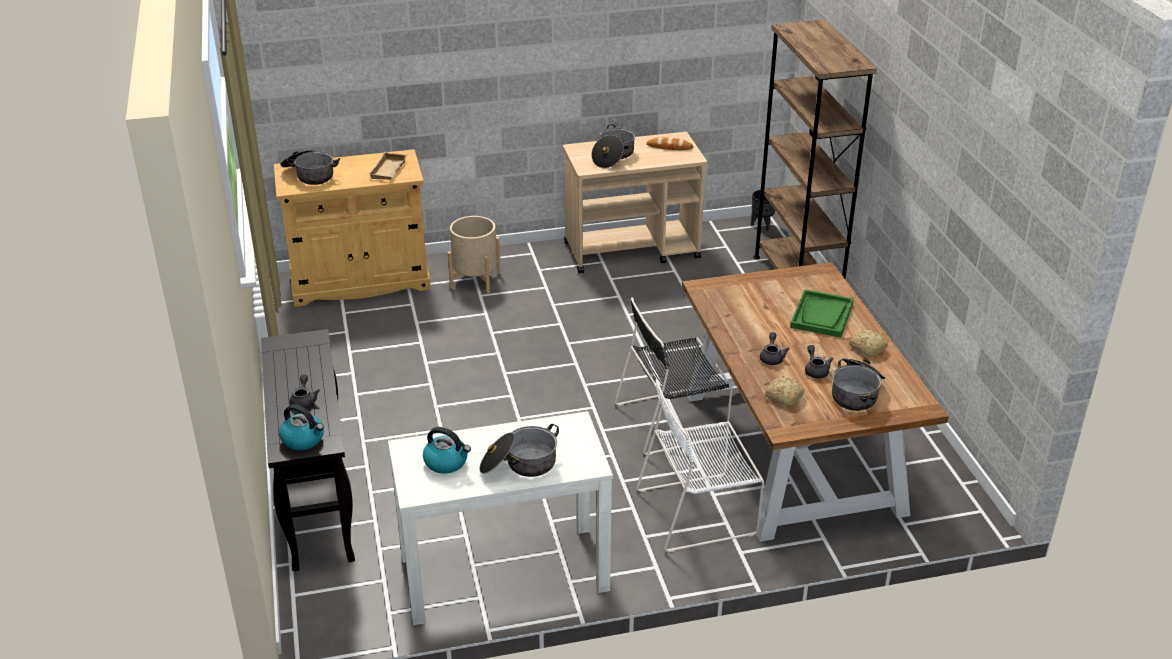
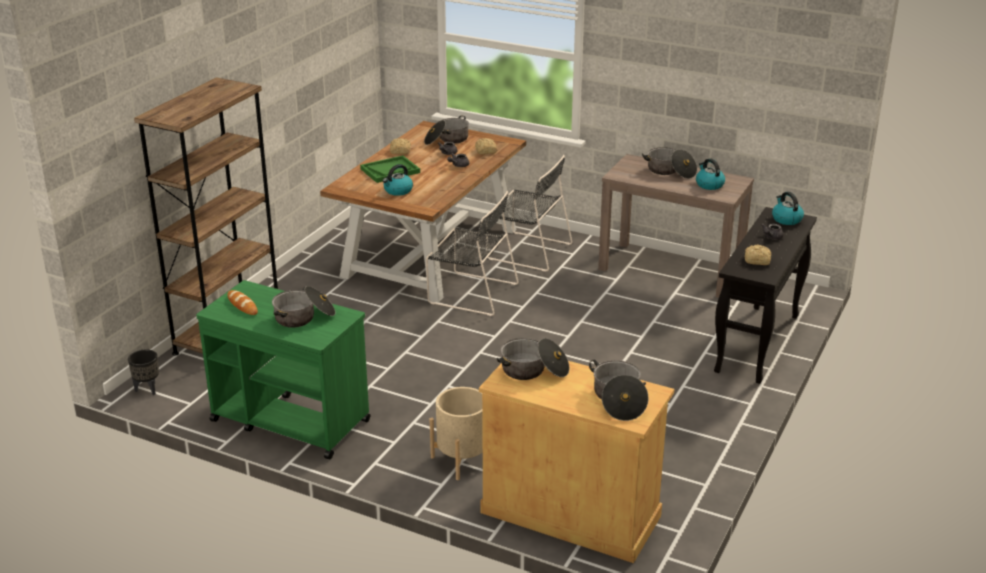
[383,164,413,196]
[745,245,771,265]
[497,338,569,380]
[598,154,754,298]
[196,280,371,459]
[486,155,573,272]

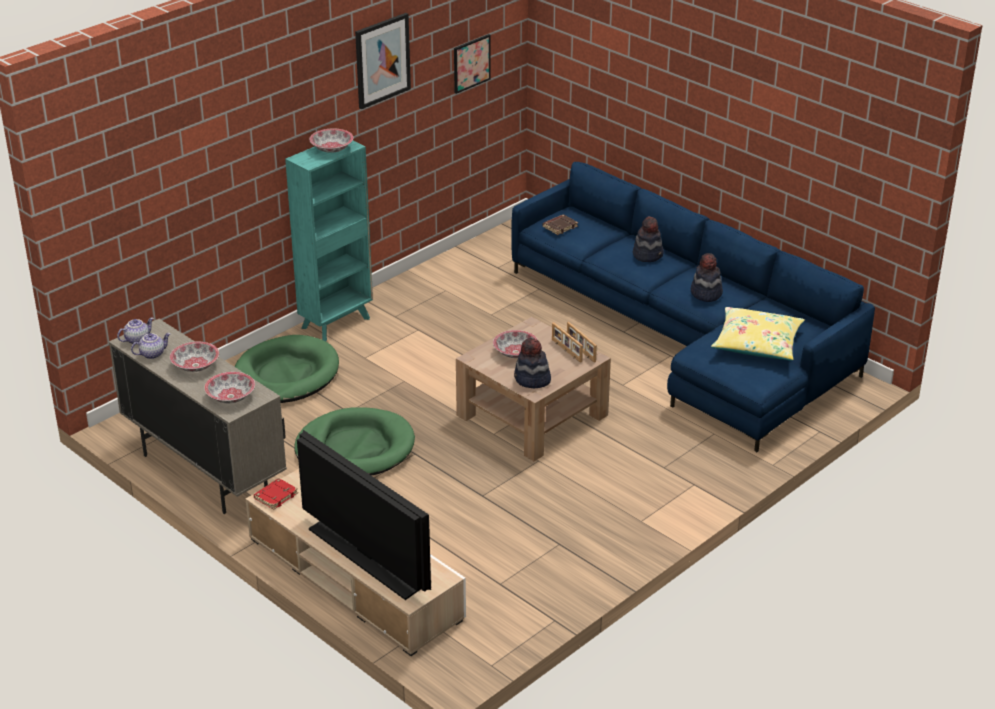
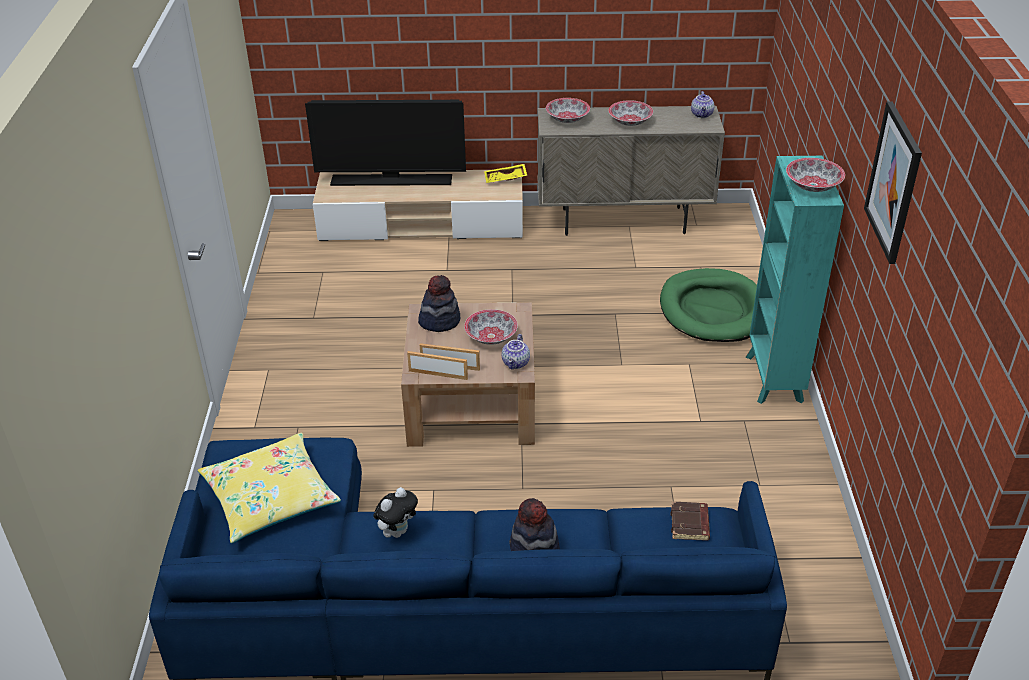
[294,407,415,476] (first image)
[454,34,491,94] (first image)
[502,334,530,370]
[484,164,527,183]
[373,487,418,538]

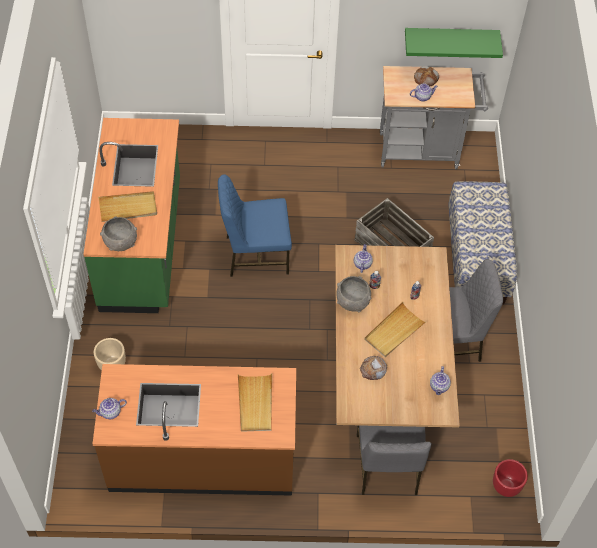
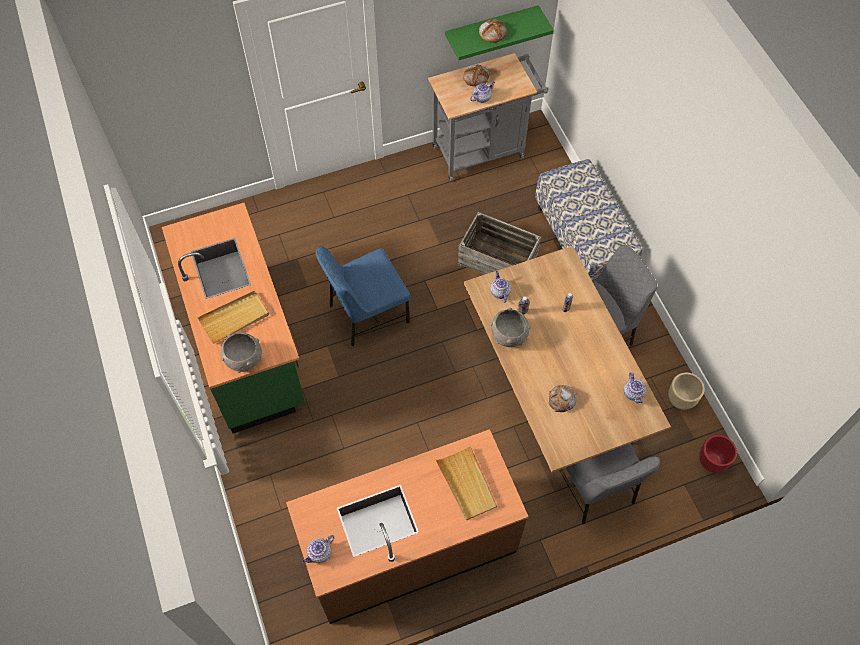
[364,302,427,357] (first image)
[479,19,507,43]
[668,373,705,410]

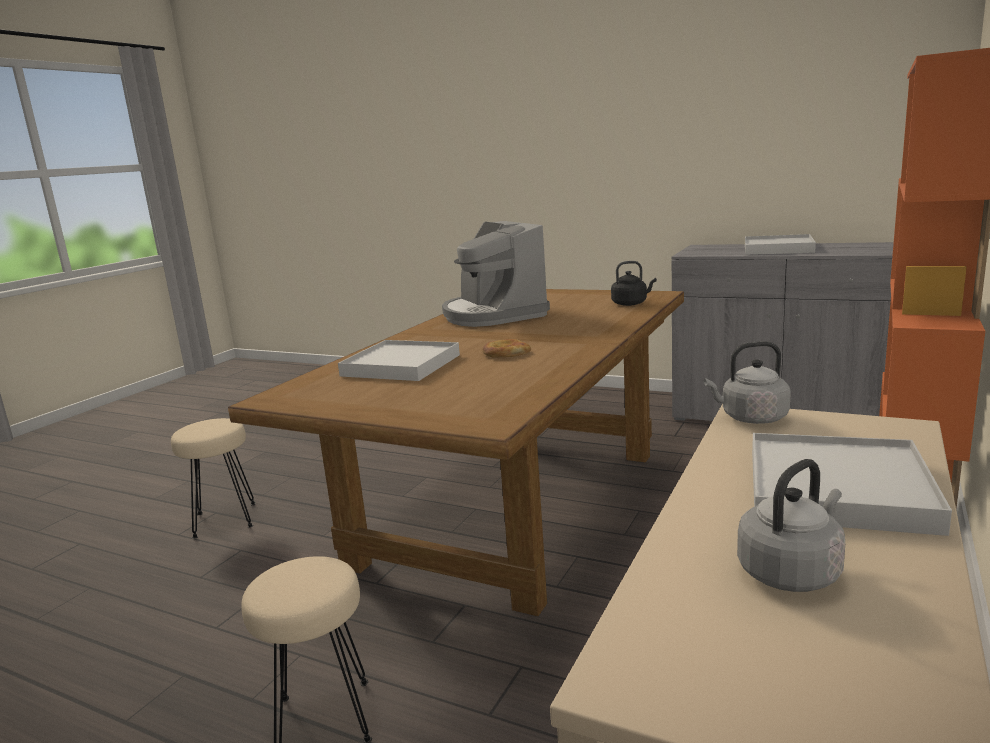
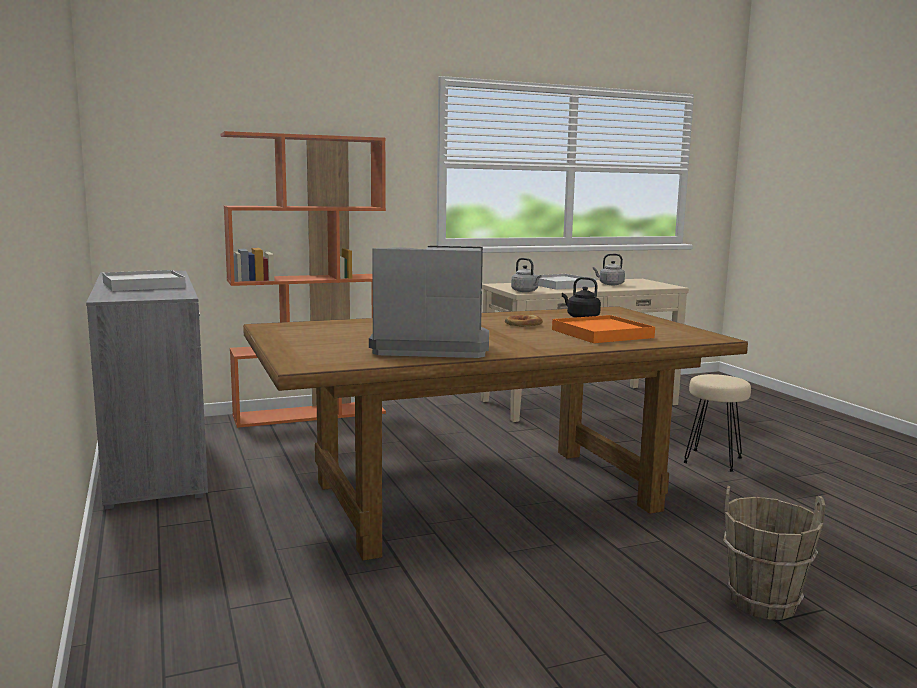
[562,277,601,318]
[723,486,826,620]
[552,315,655,343]
[369,246,489,358]

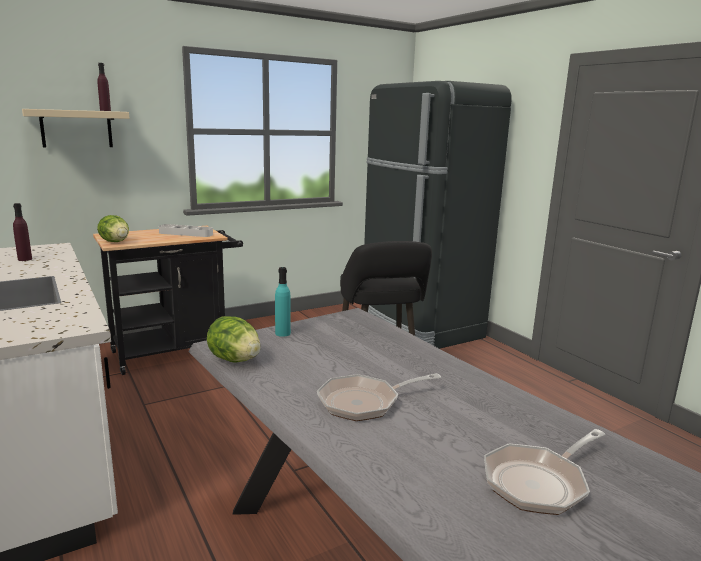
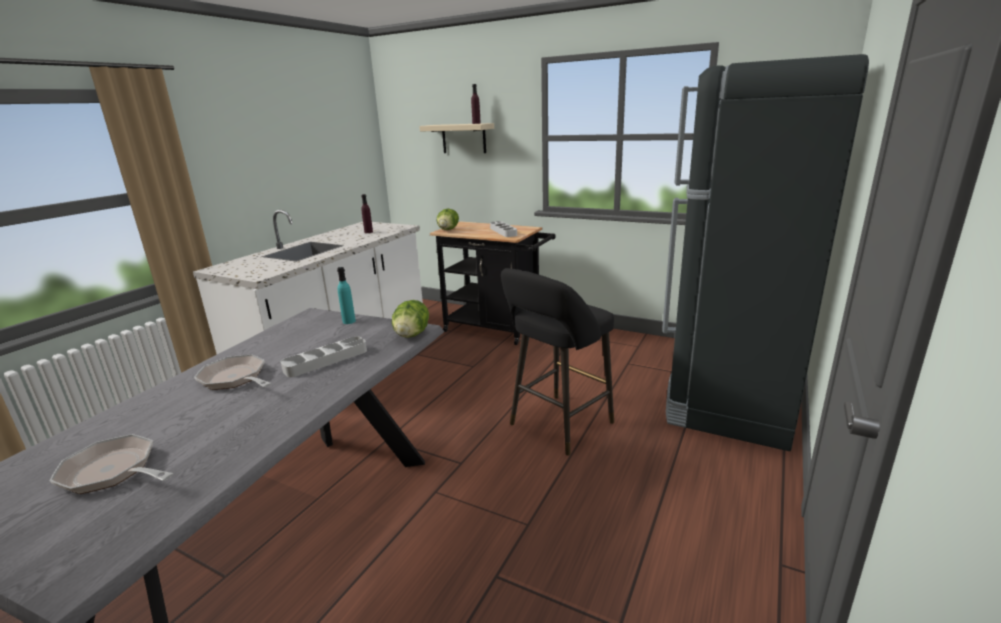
[281,336,367,377]
[392,300,429,338]

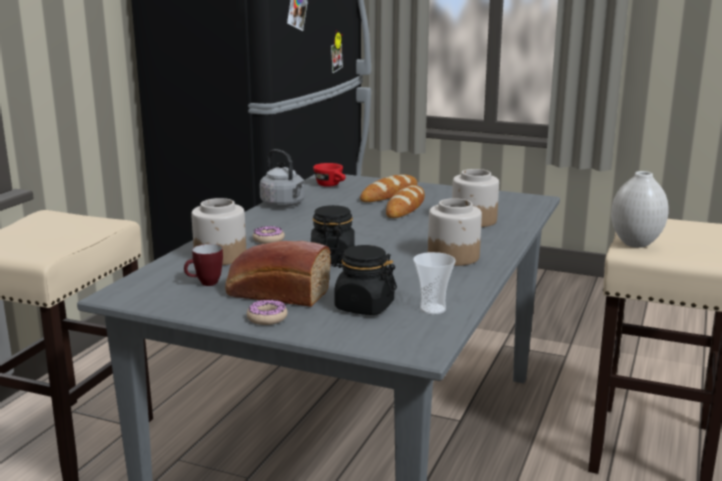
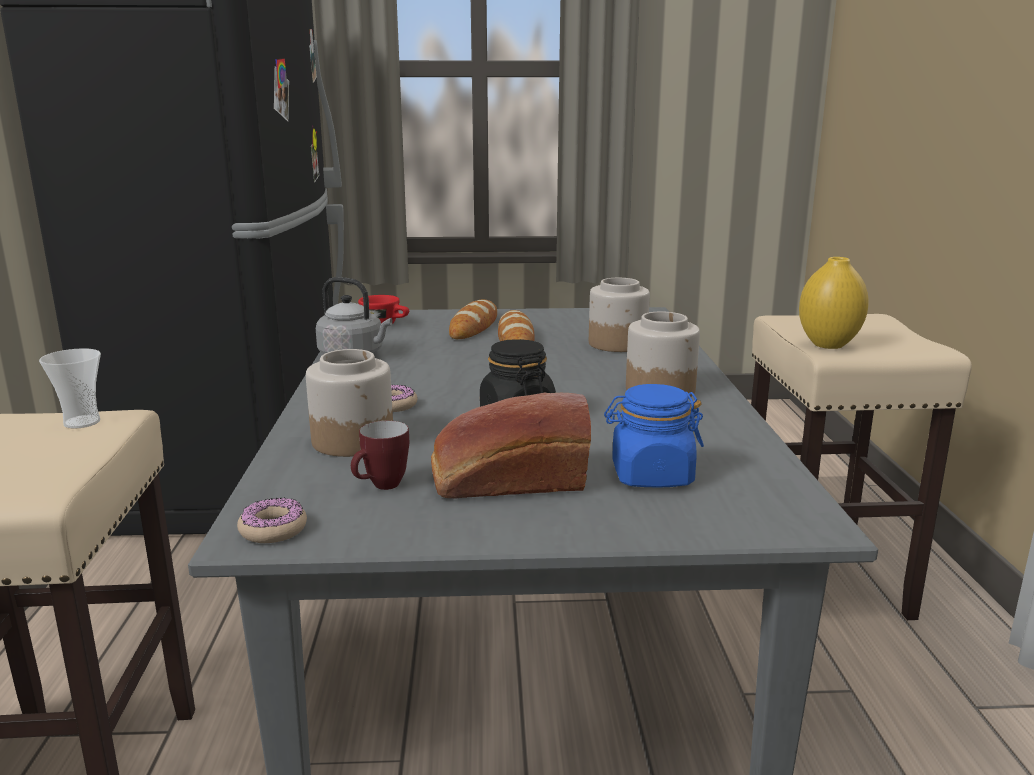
[237,497,307,543]
[39,349,101,428]
[604,384,704,488]
[799,257,869,349]

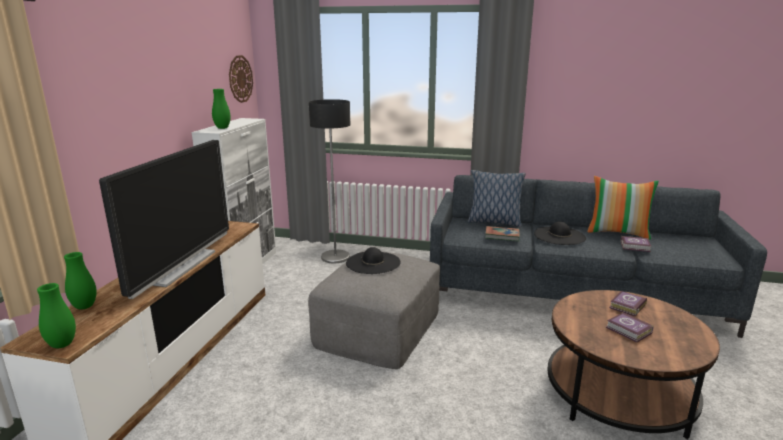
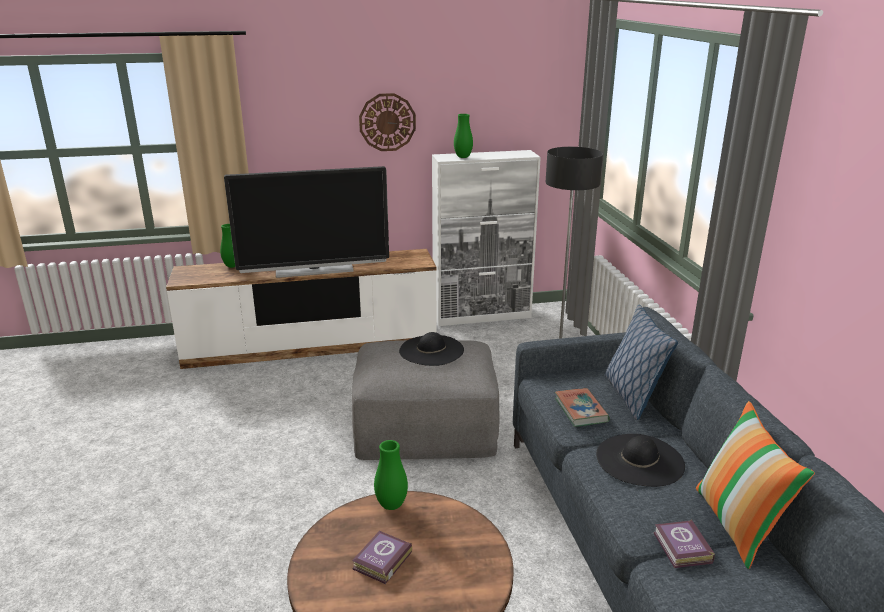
[609,291,647,317] (first image)
[374,440,408,510]
[359,93,416,151]

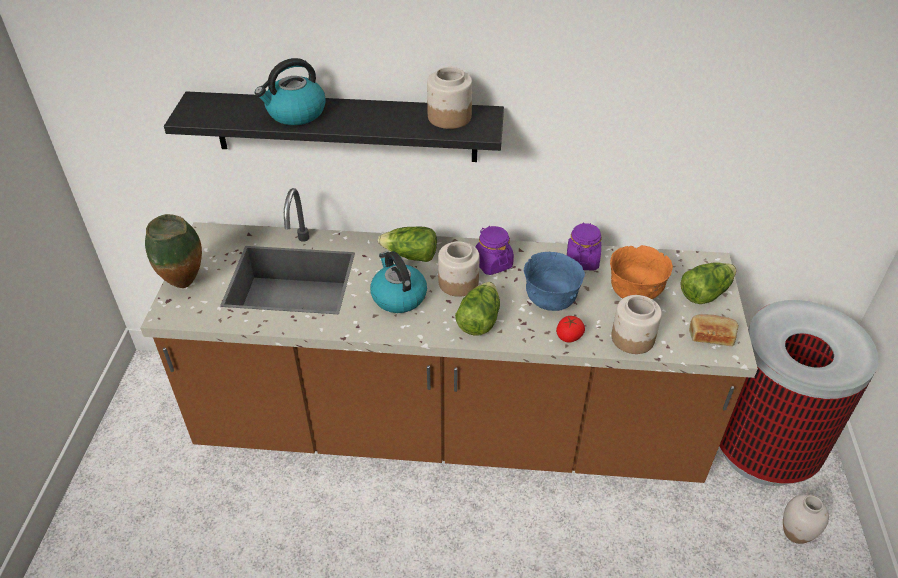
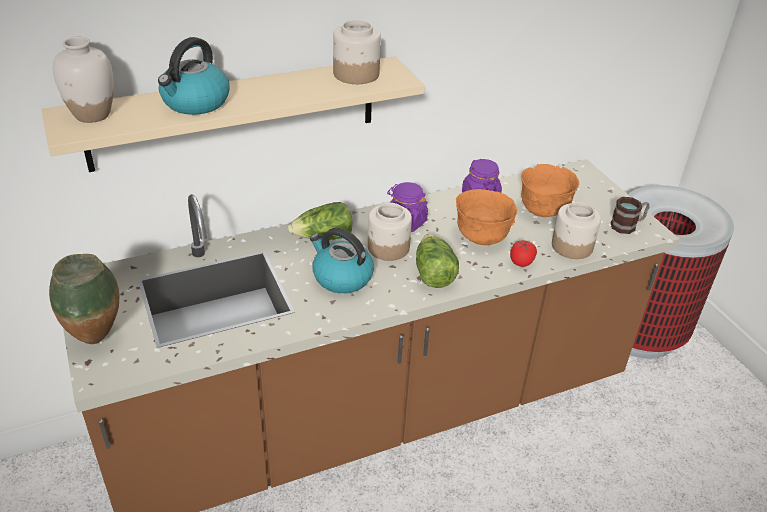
[680,262,736,304] (first image)
[53,37,114,123]
[611,197,649,234]
[41,56,425,172]
[456,189,517,245]

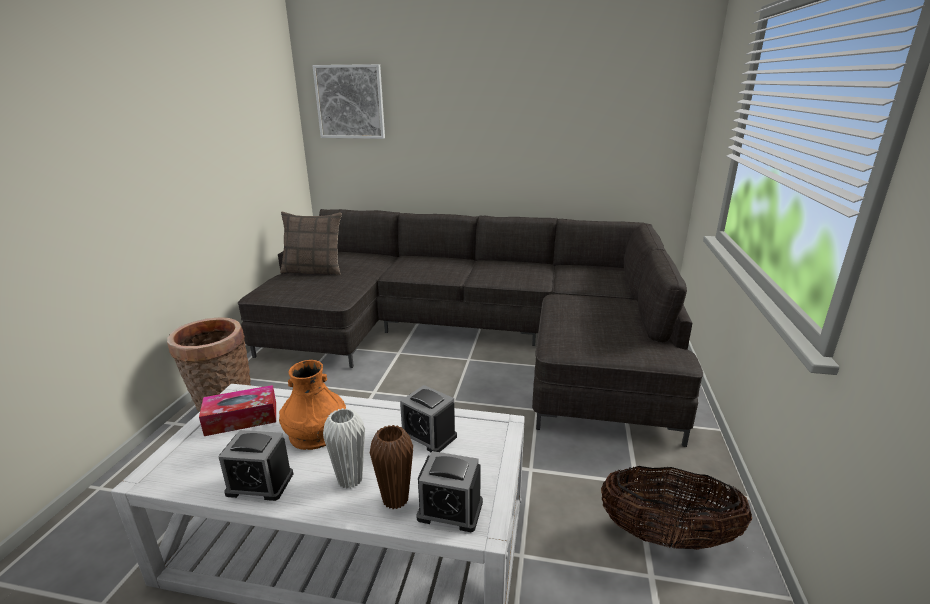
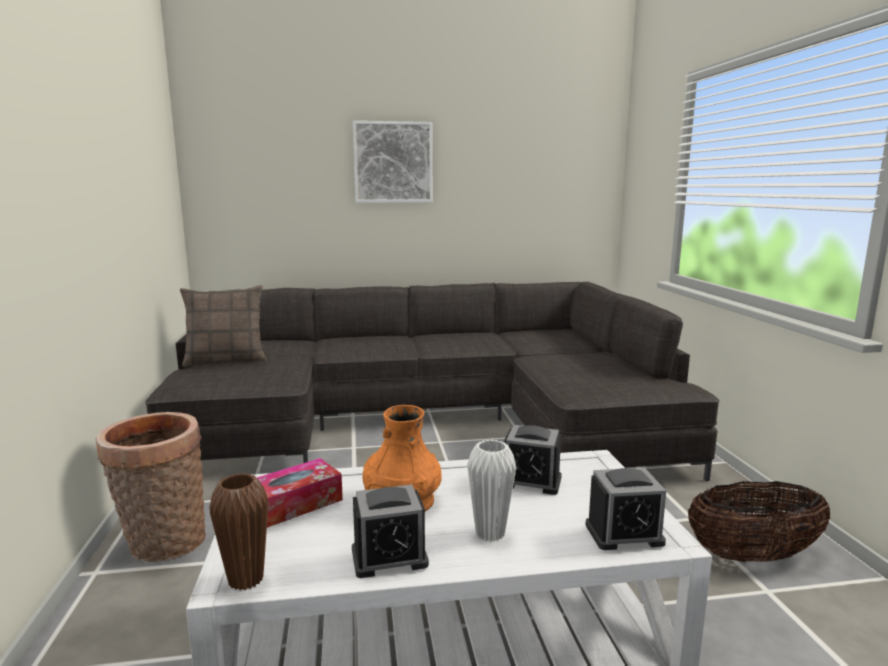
[353,121,433,203]
[209,473,269,590]

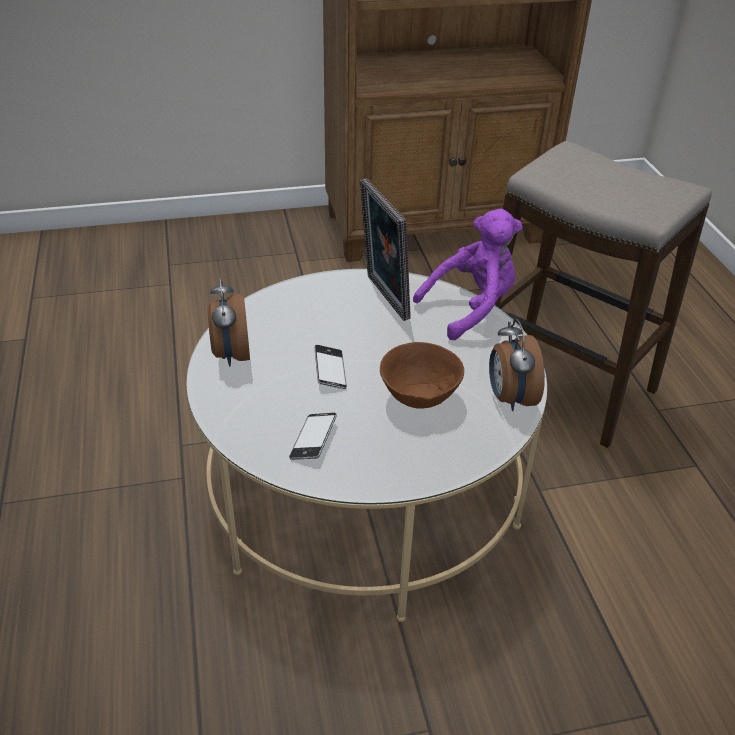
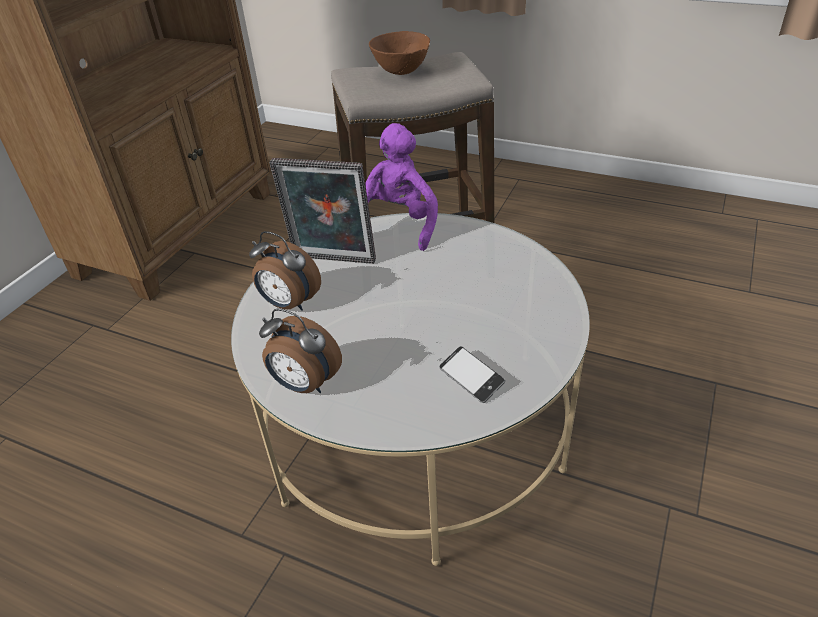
[314,345,347,389] (first image)
[369,31,430,75]
[249,231,321,311]

